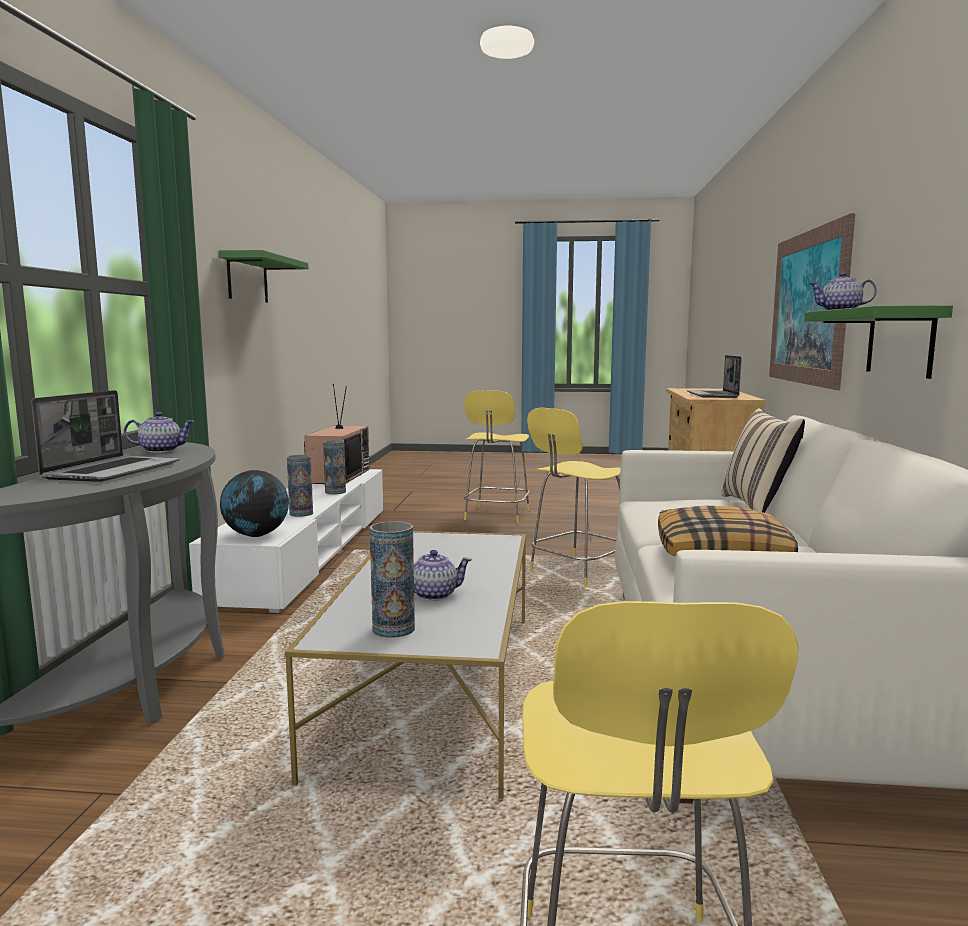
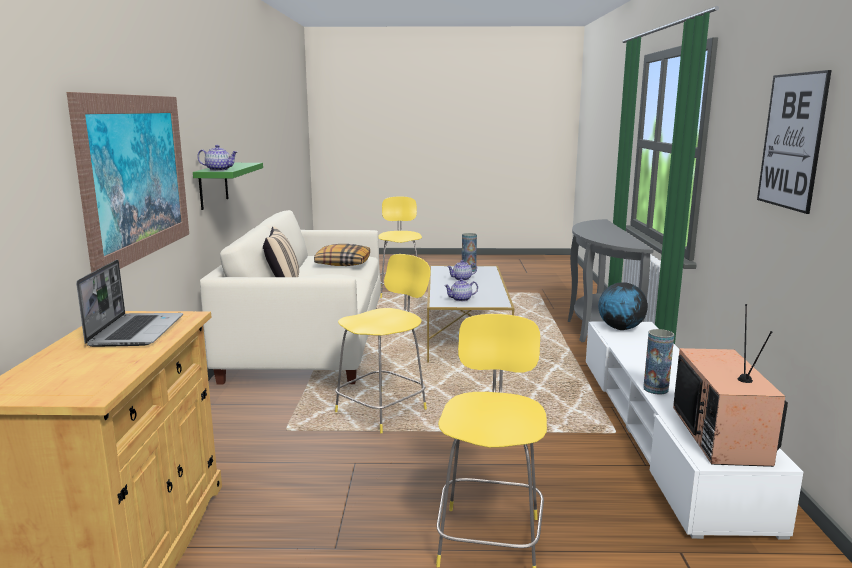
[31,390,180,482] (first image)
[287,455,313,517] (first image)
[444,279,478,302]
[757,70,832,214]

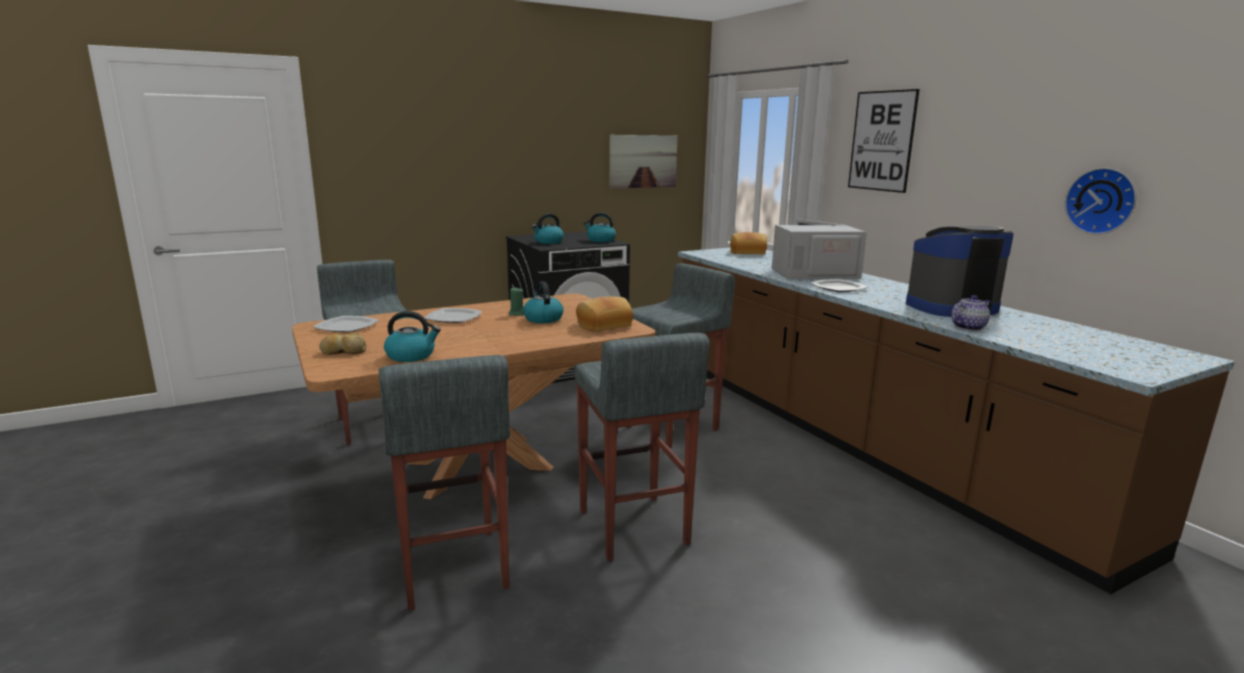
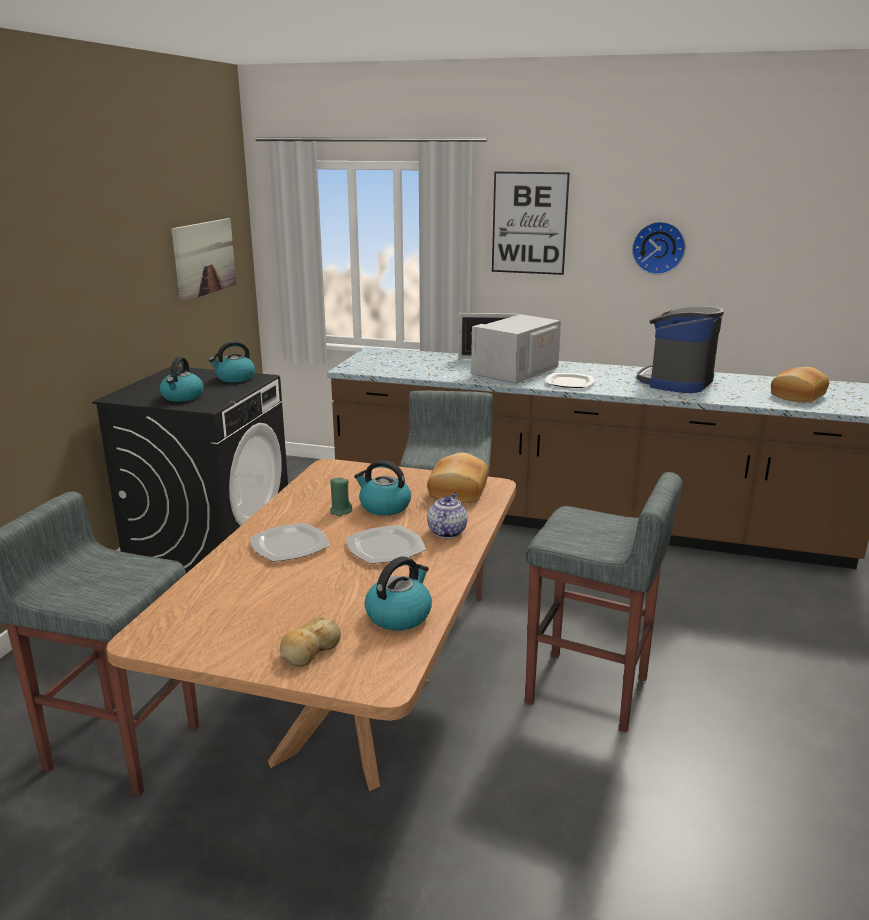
[379,355,510,610] (first image)
[346,525,426,564]
[771,367,829,402]
[427,493,467,538]
[632,221,686,275]

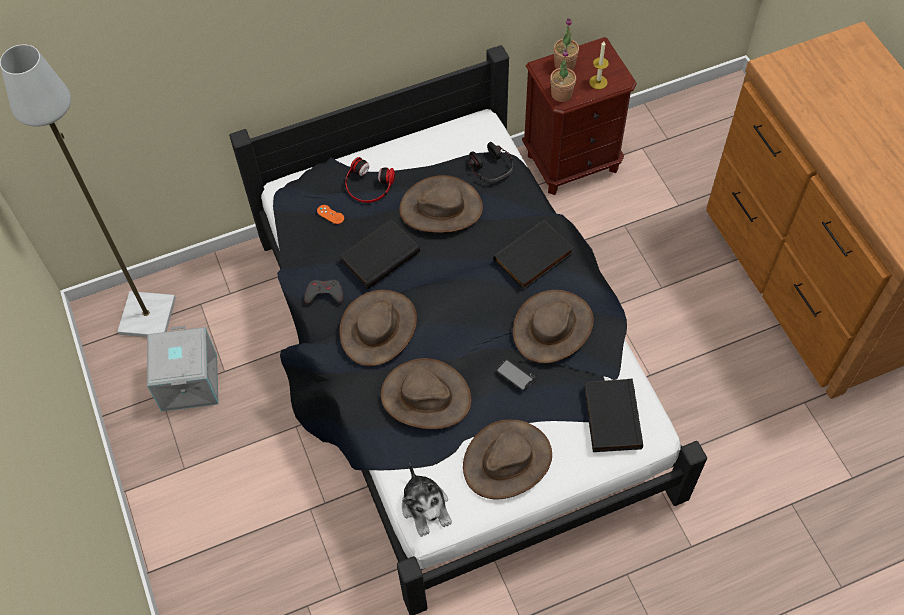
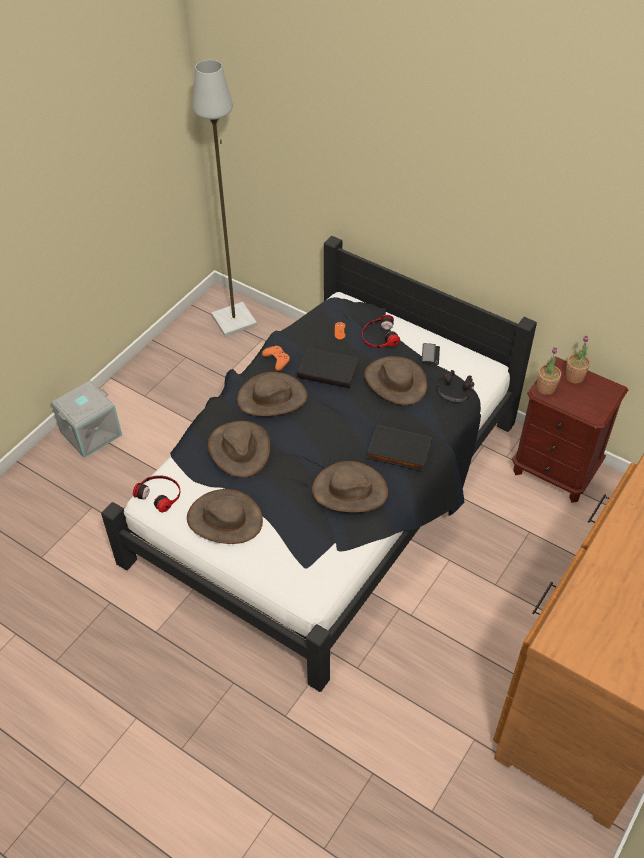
[584,379,643,452] (first image)
[589,41,609,89] (first image)
[51,380,122,458]
[422,343,440,365]
[133,475,180,512]
[262,346,290,371]

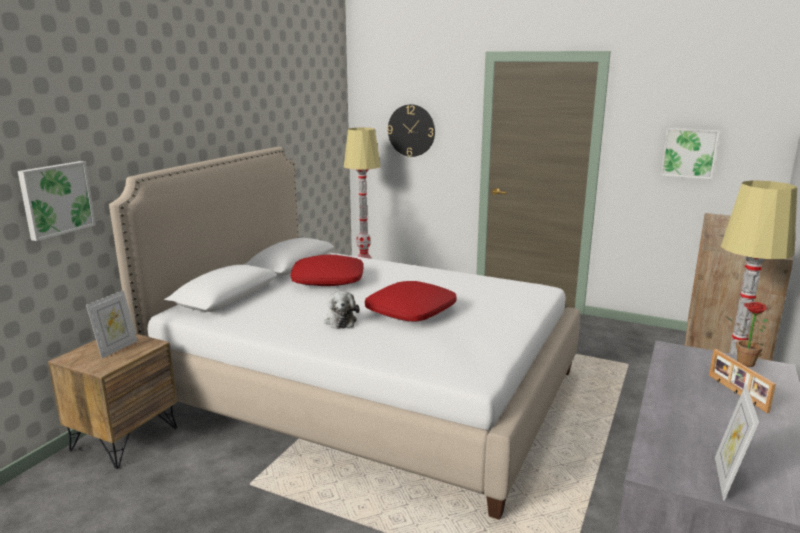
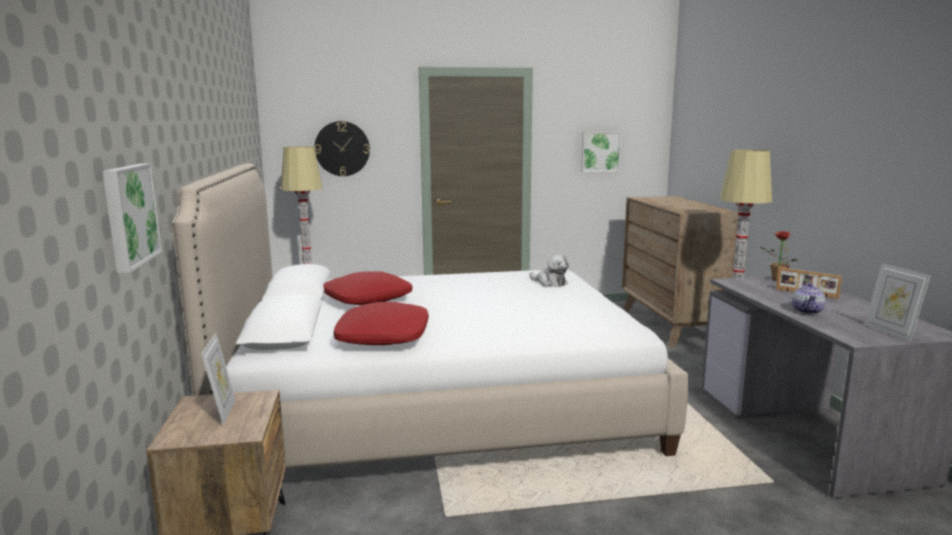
[792,283,826,314]
[529,255,569,287]
[334,302,429,345]

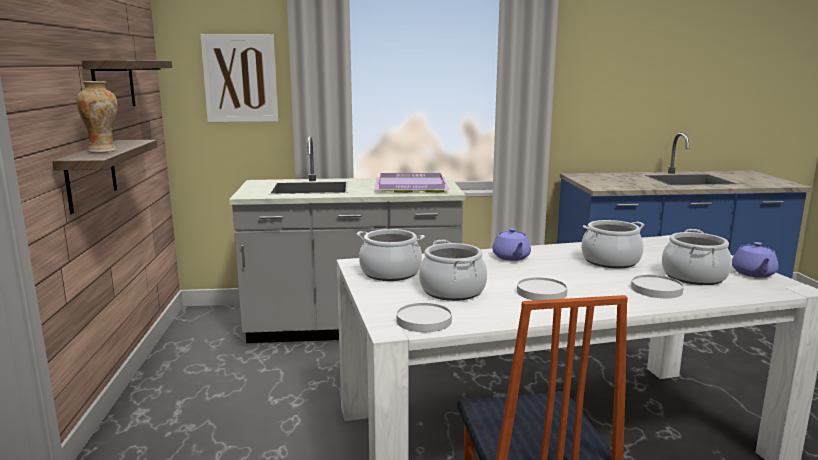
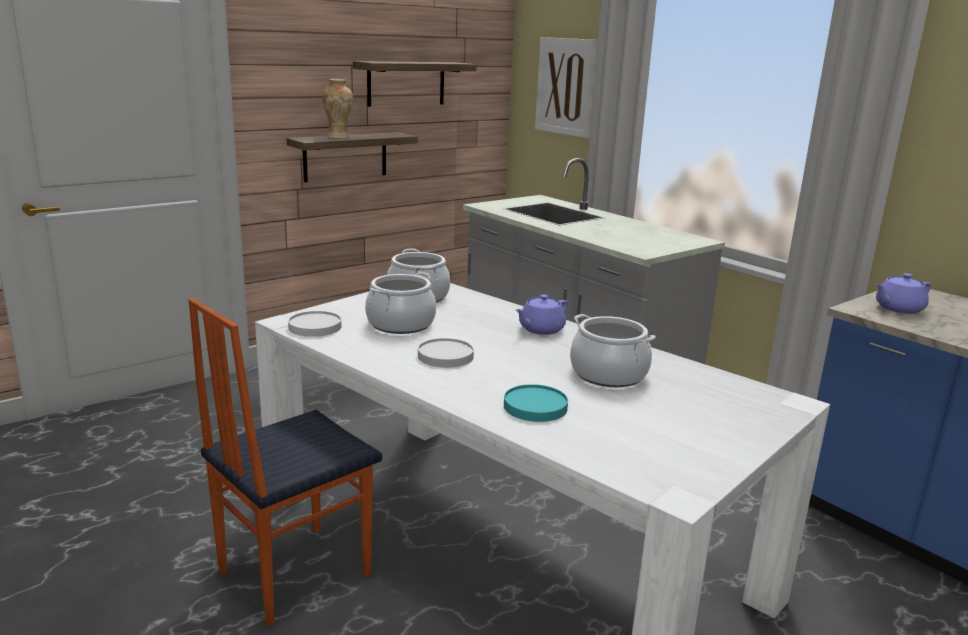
[374,173,449,193] (first image)
[662,229,732,285] (first image)
[875,273,931,314]
[504,384,568,422]

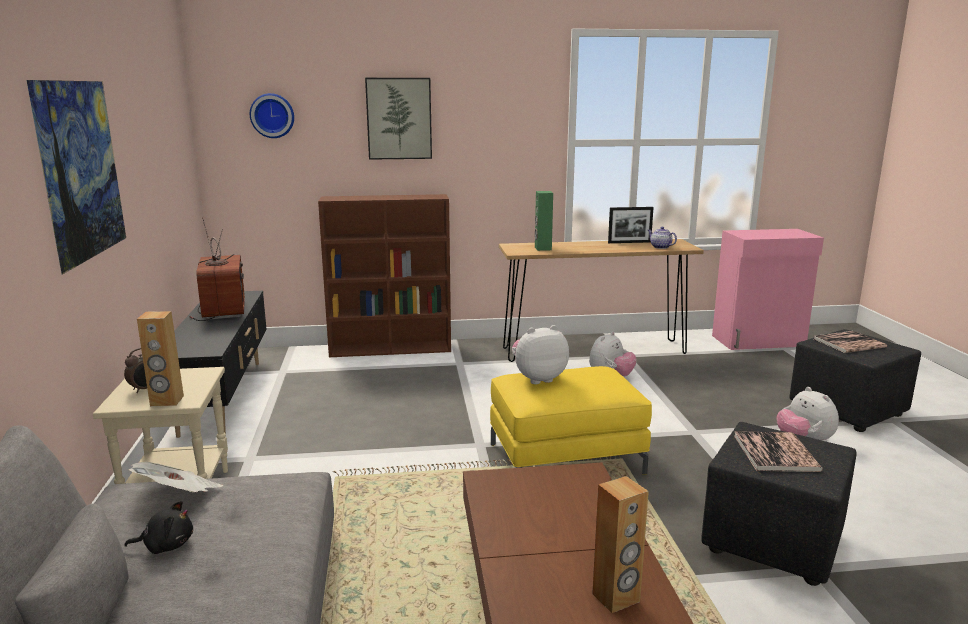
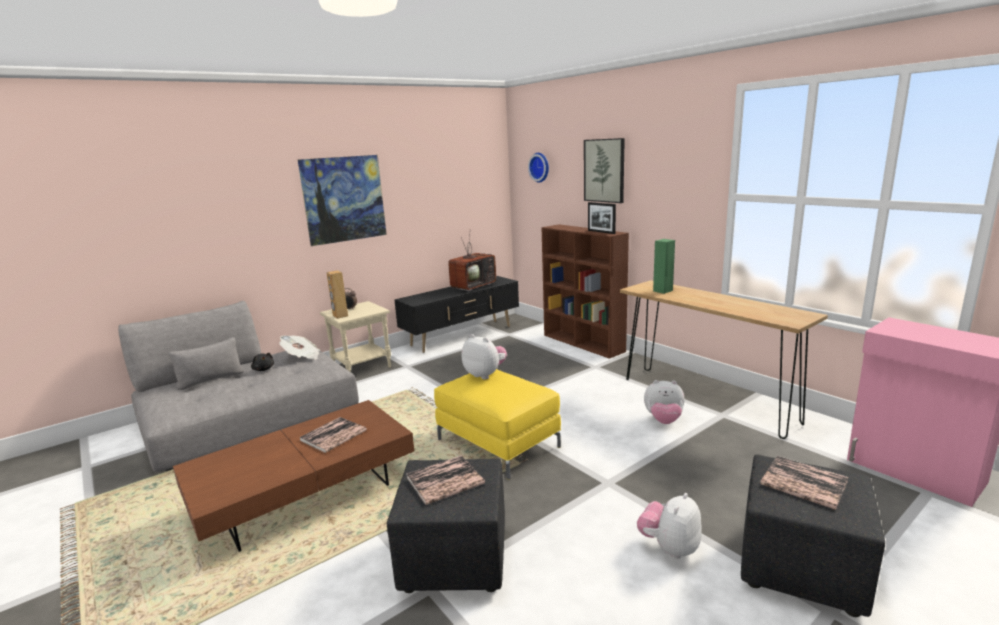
[592,476,649,613] (first image)
[648,227,677,249] (first image)
[299,417,367,453]
[588,202,616,234]

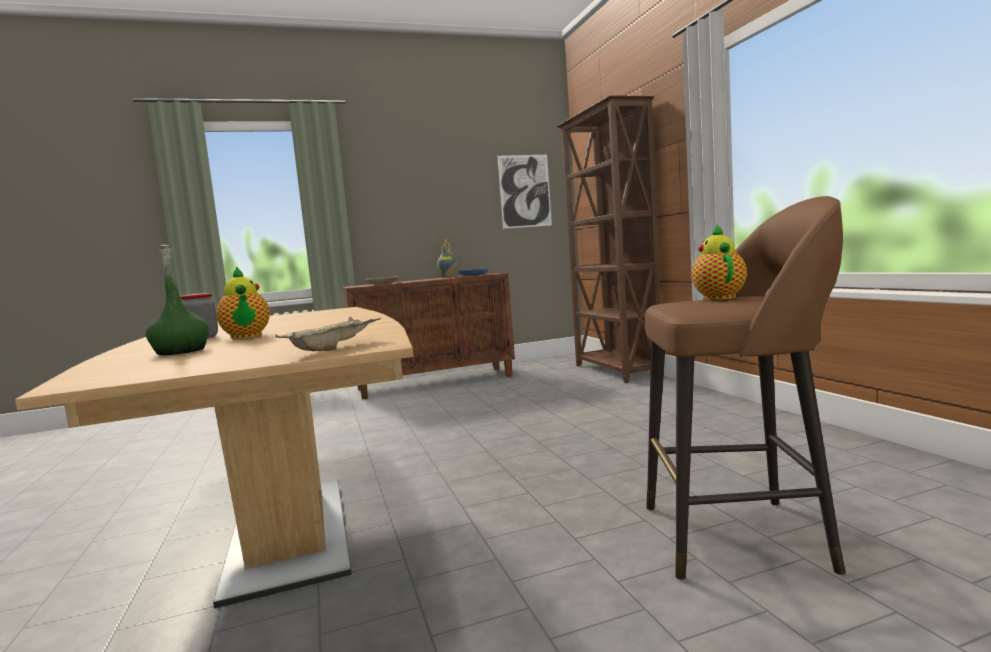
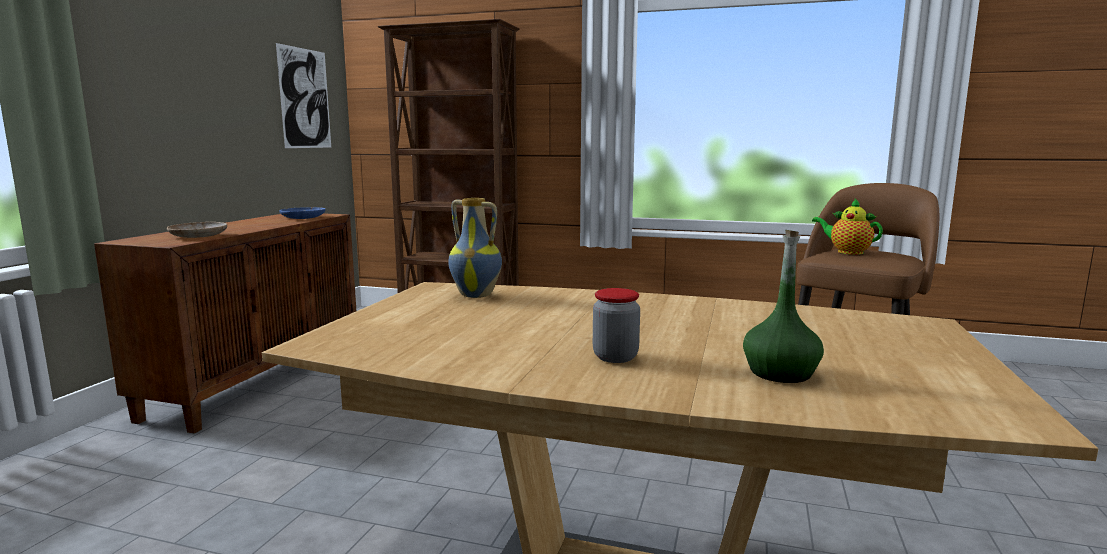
[216,266,270,339] (first image)
[275,317,381,351] (first image)
[448,198,502,298]

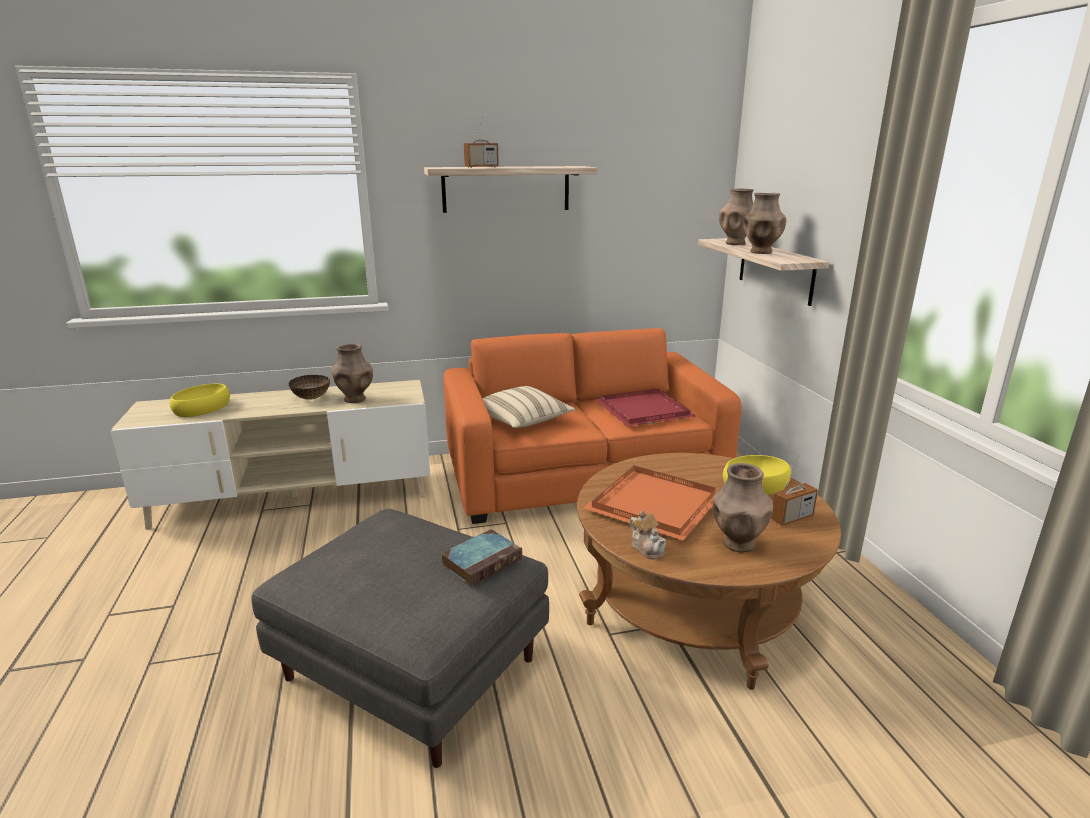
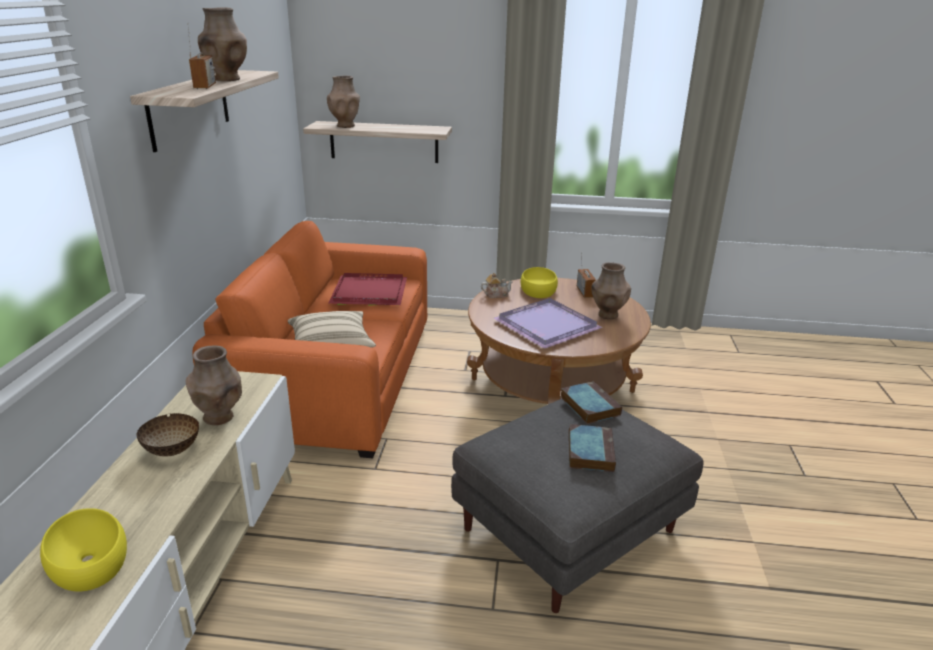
[569,424,616,472]
[481,273,513,298]
[198,7,247,81]
[493,298,603,349]

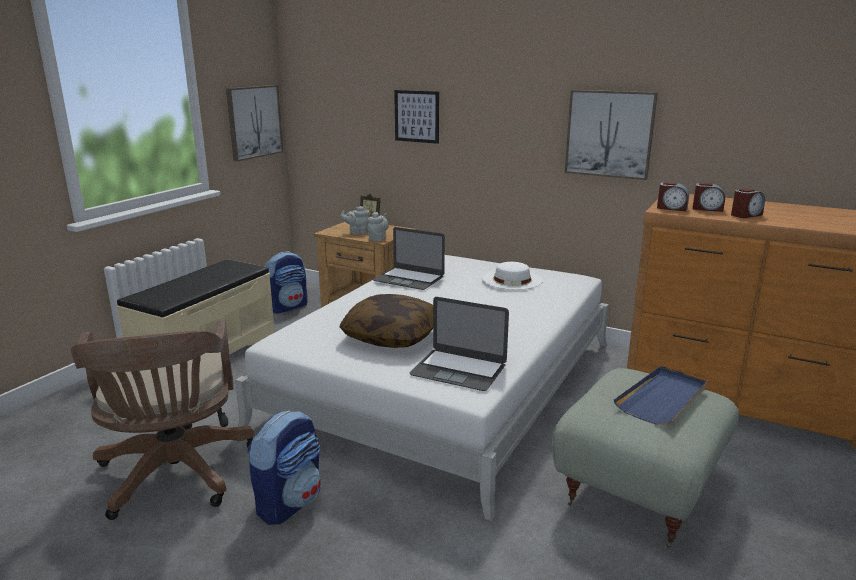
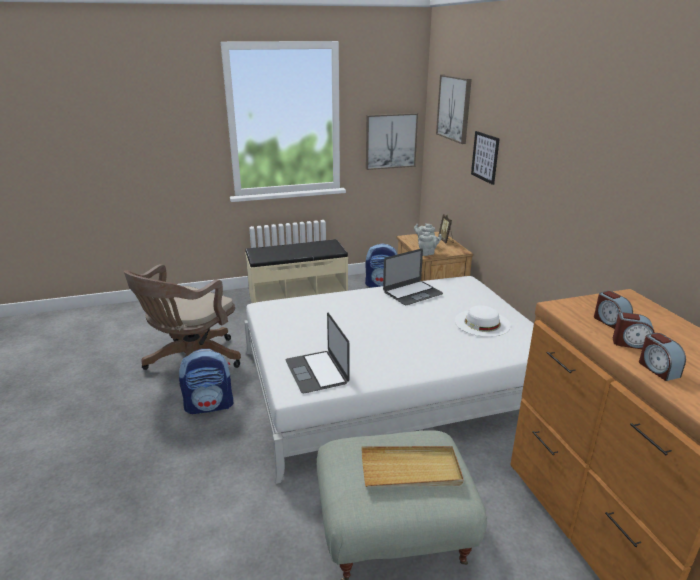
[339,294,433,348] (first image)
[436,75,472,144]
[639,333,686,381]
[361,446,463,487]
[383,249,443,305]

